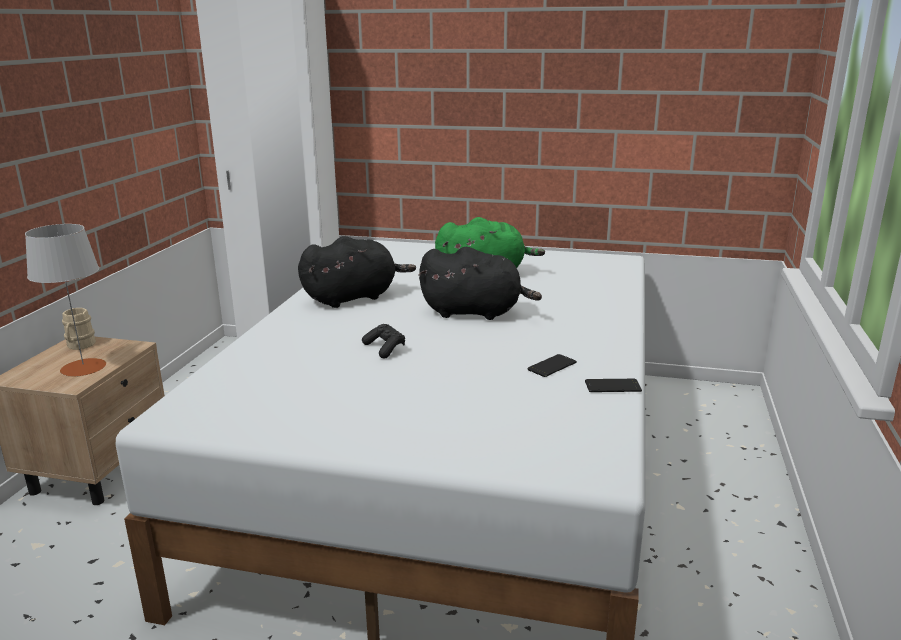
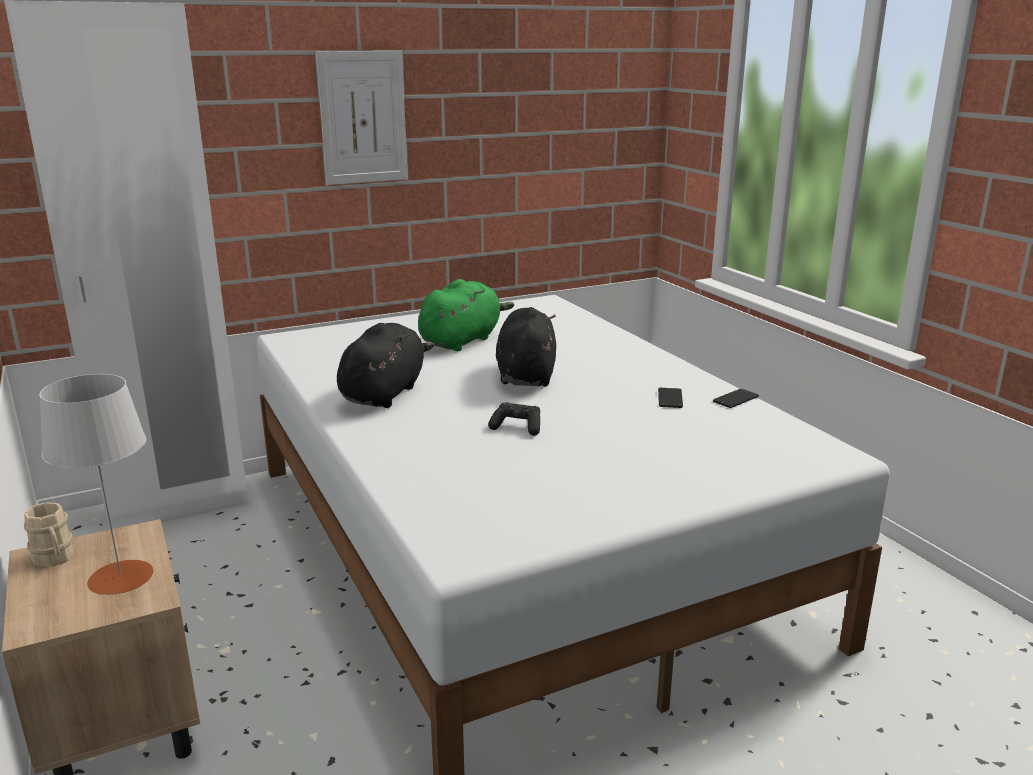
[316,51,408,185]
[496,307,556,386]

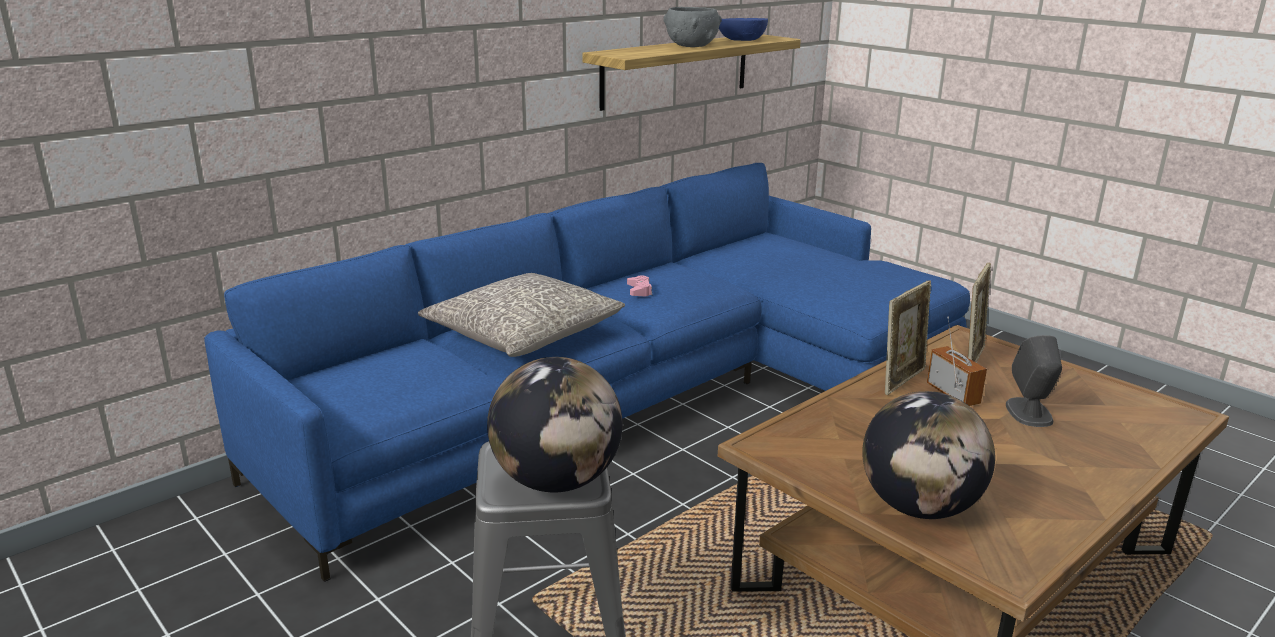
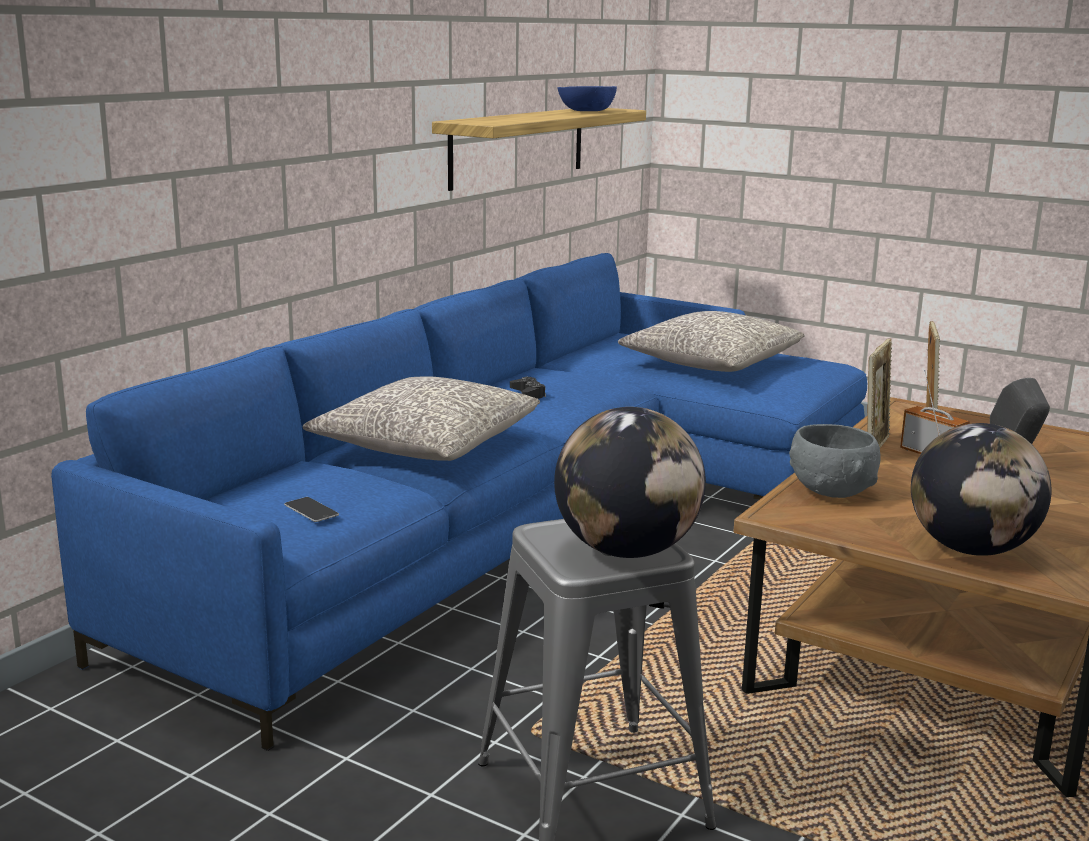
[284,497,339,522]
[618,311,805,372]
[789,424,881,498]
[510,376,546,399]

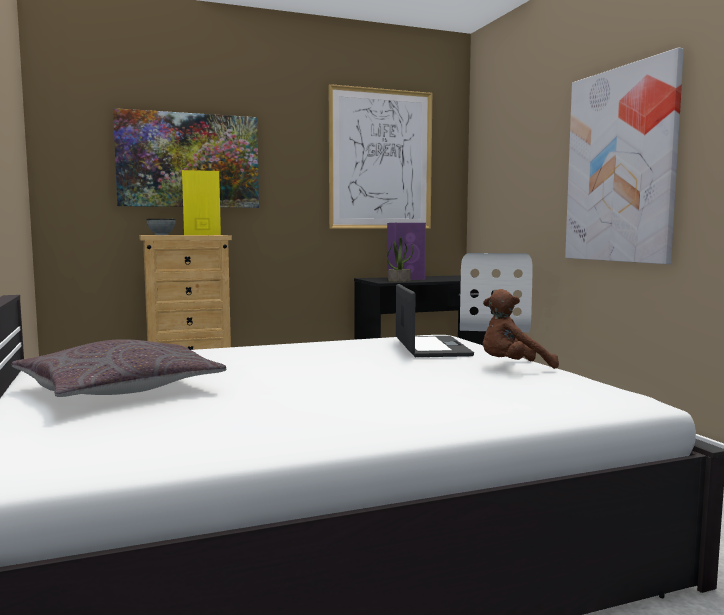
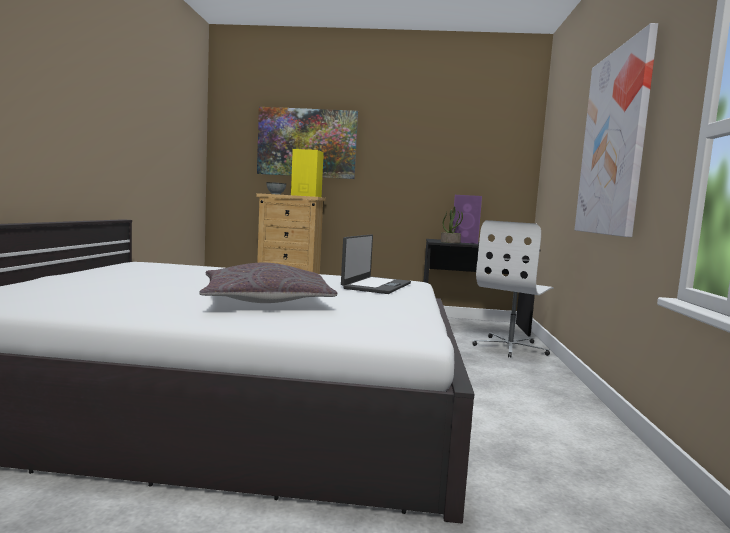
[329,84,432,229] (first image)
[483,289,559,369] (first image)
[199,262,337,303]

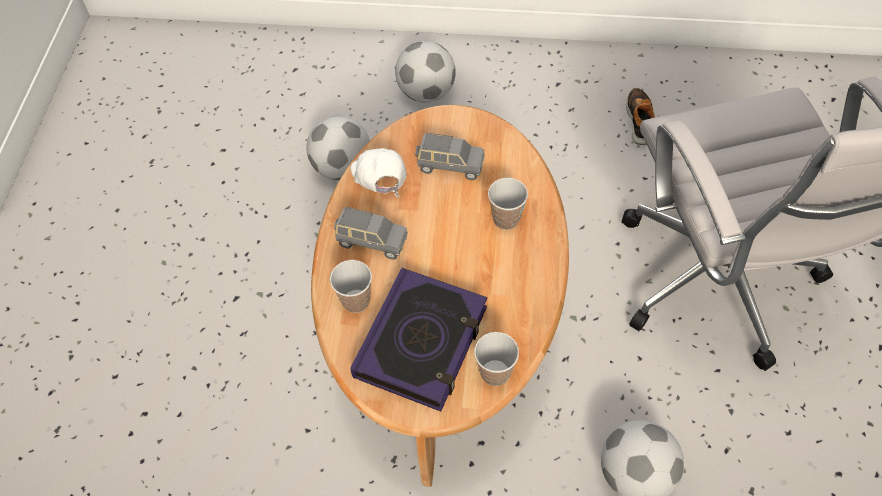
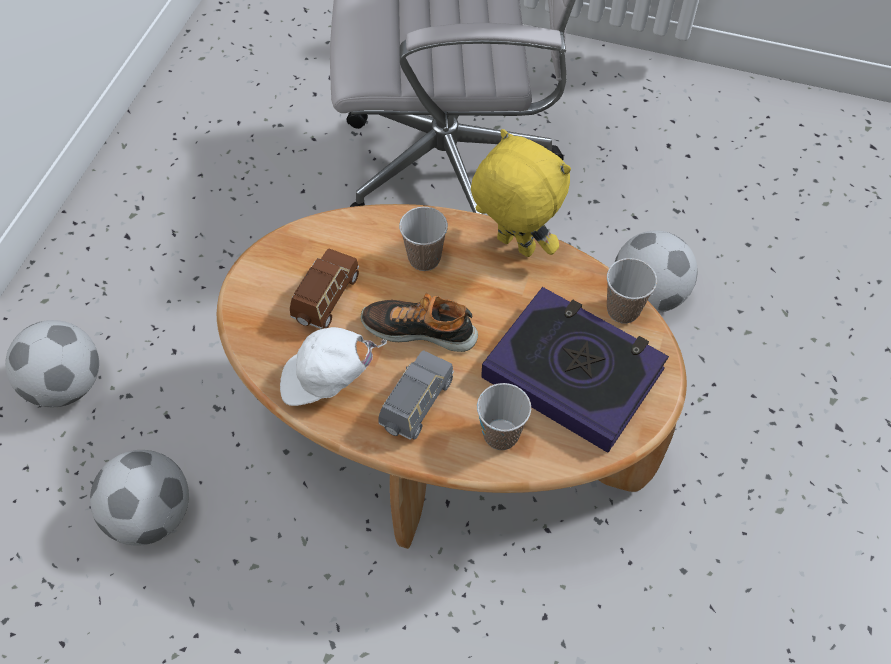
[471,129,571,257]
[361,293,478,352]
[290,249,359,329]

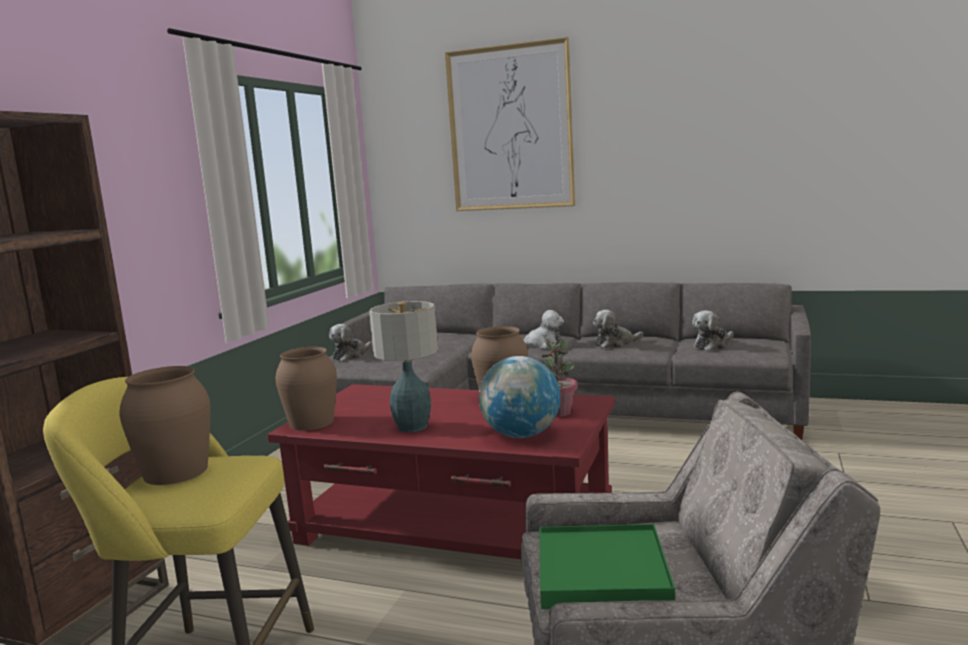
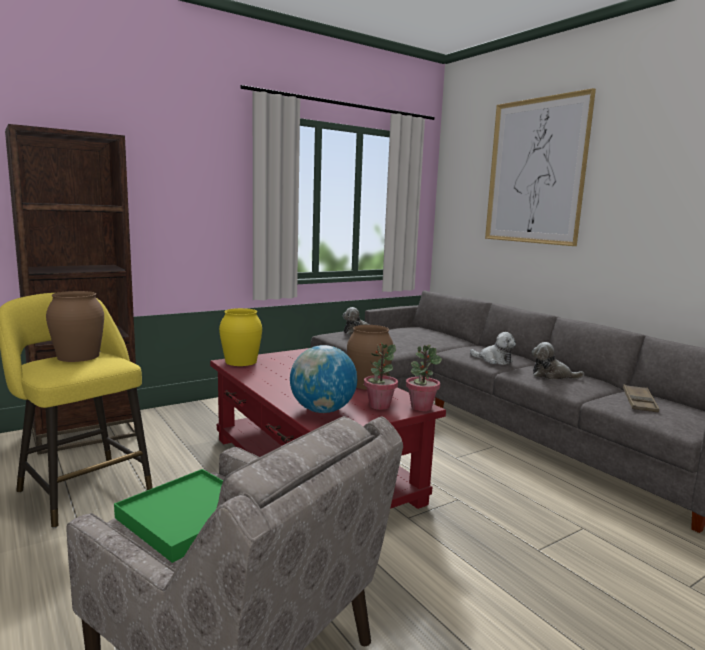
[369,301,438,432] (first image)
[406,345,442,411]
[623,384,659,412]
[219,308,262,366]

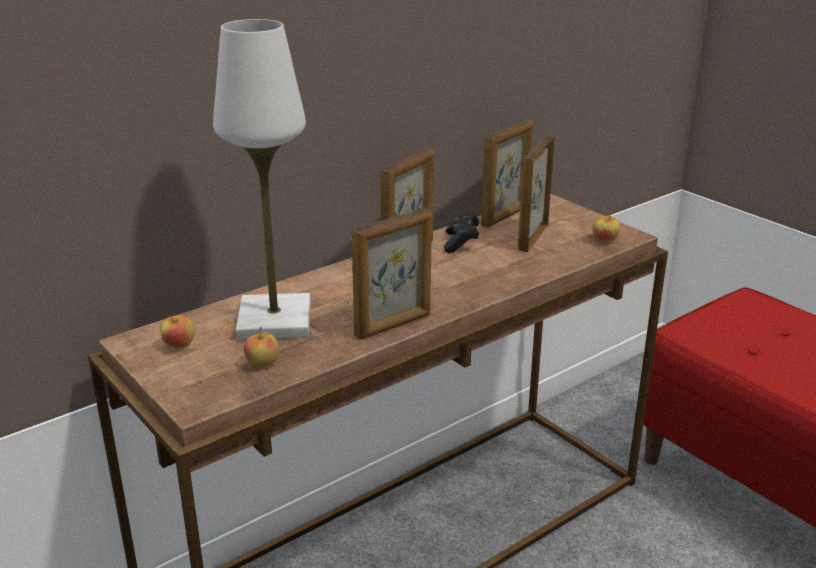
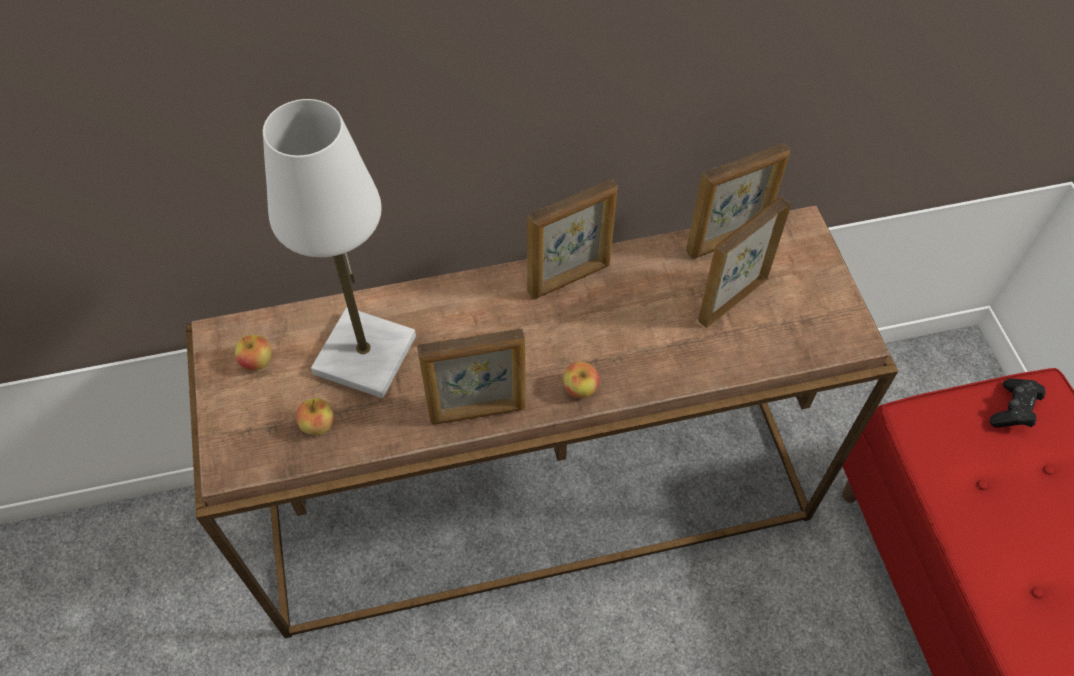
[990,378,1046,428]
[563,362,599,398]

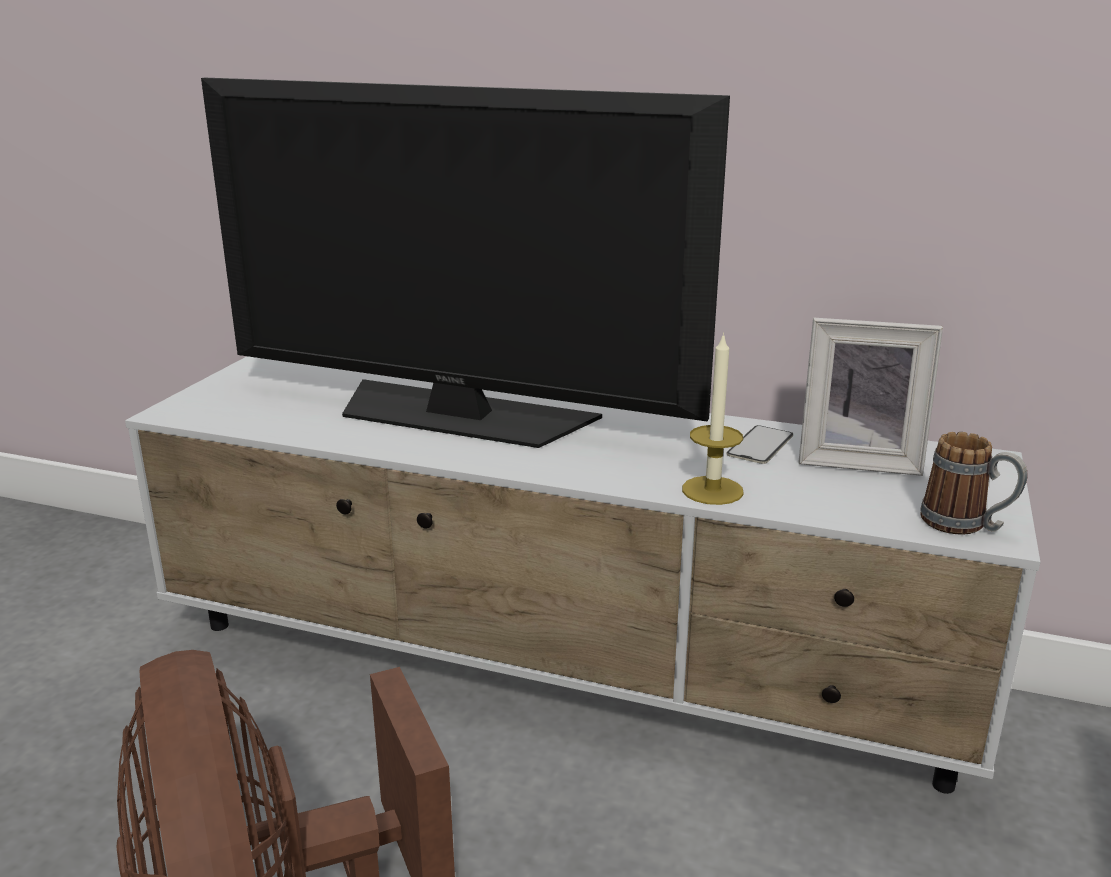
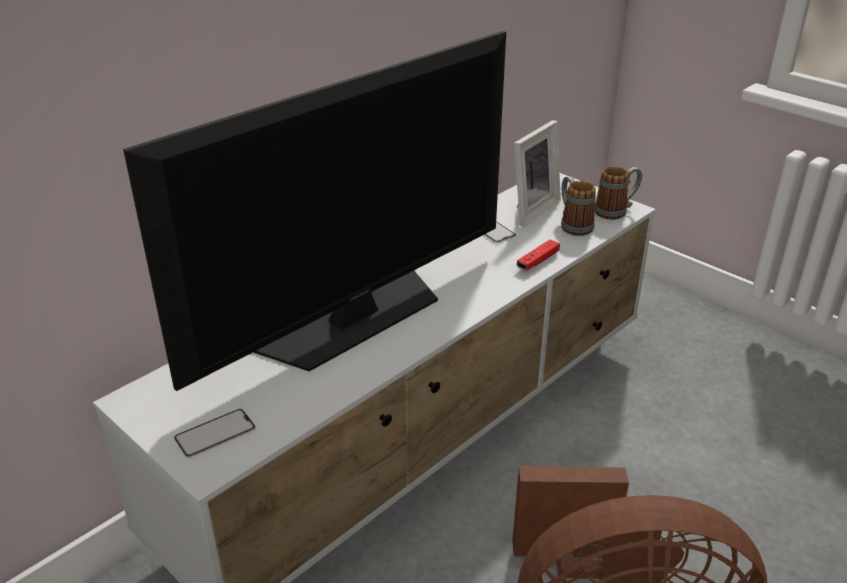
[174,409,255,458]
[561,176,596,236]
[517,239,560,271]

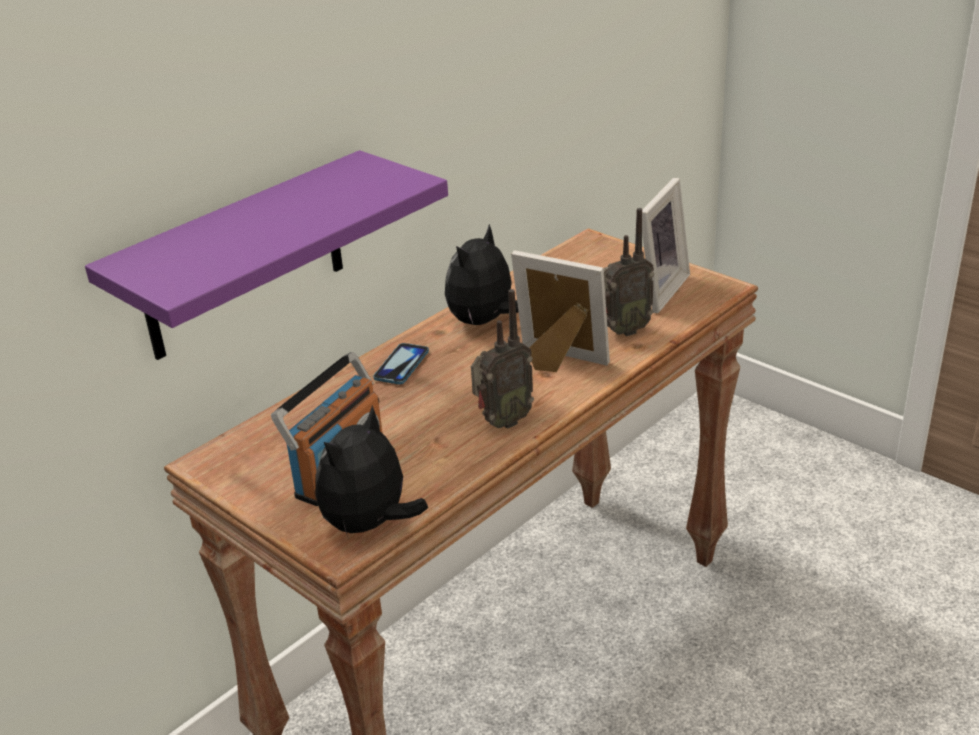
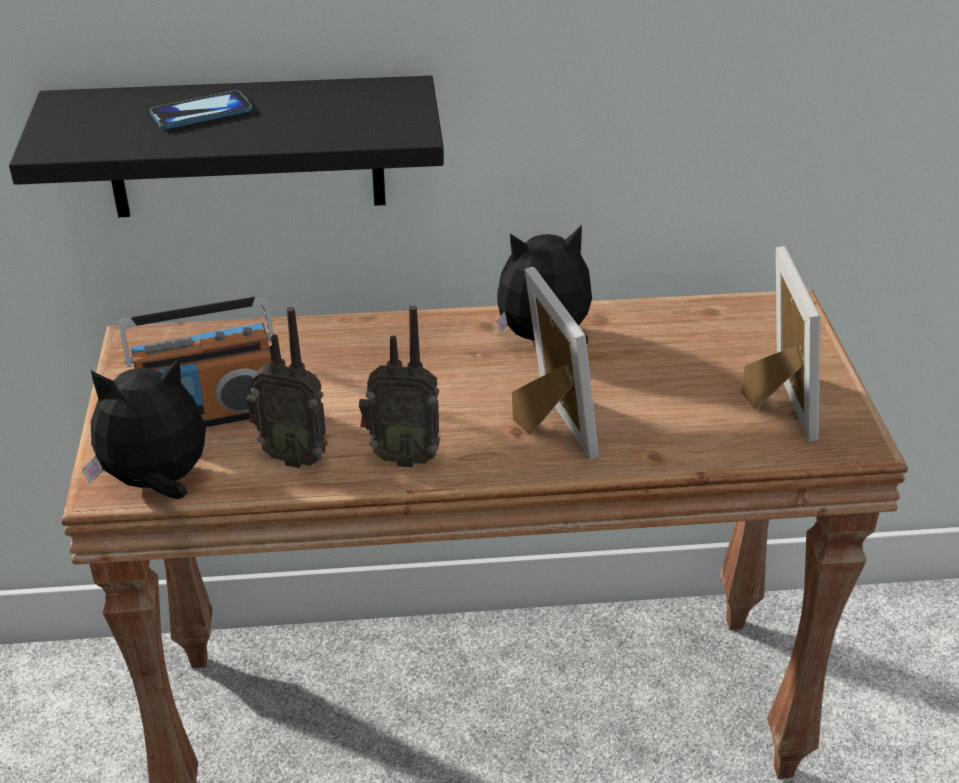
[150,91,252,129]
[246,307,328,468]
[9,76,444,217]
[741,246,821,442]

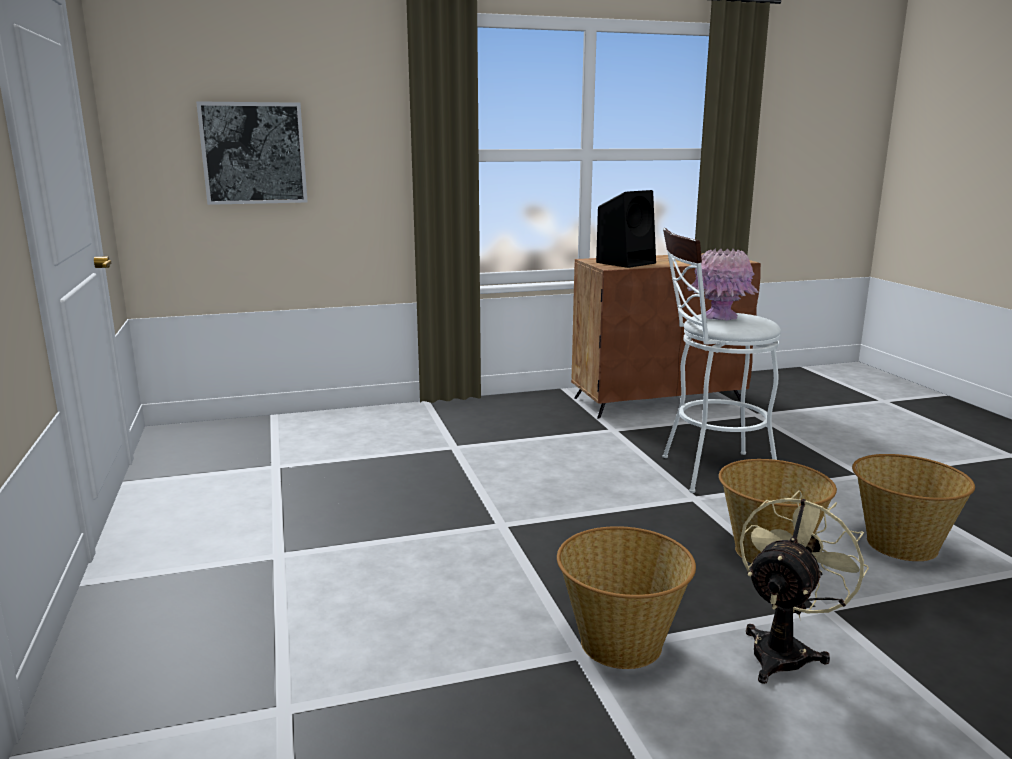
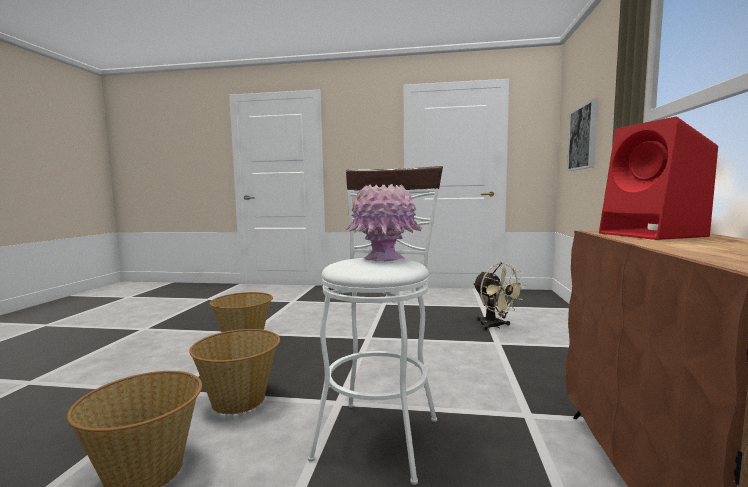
[473,263,526,331]
[599,117,718,240]

